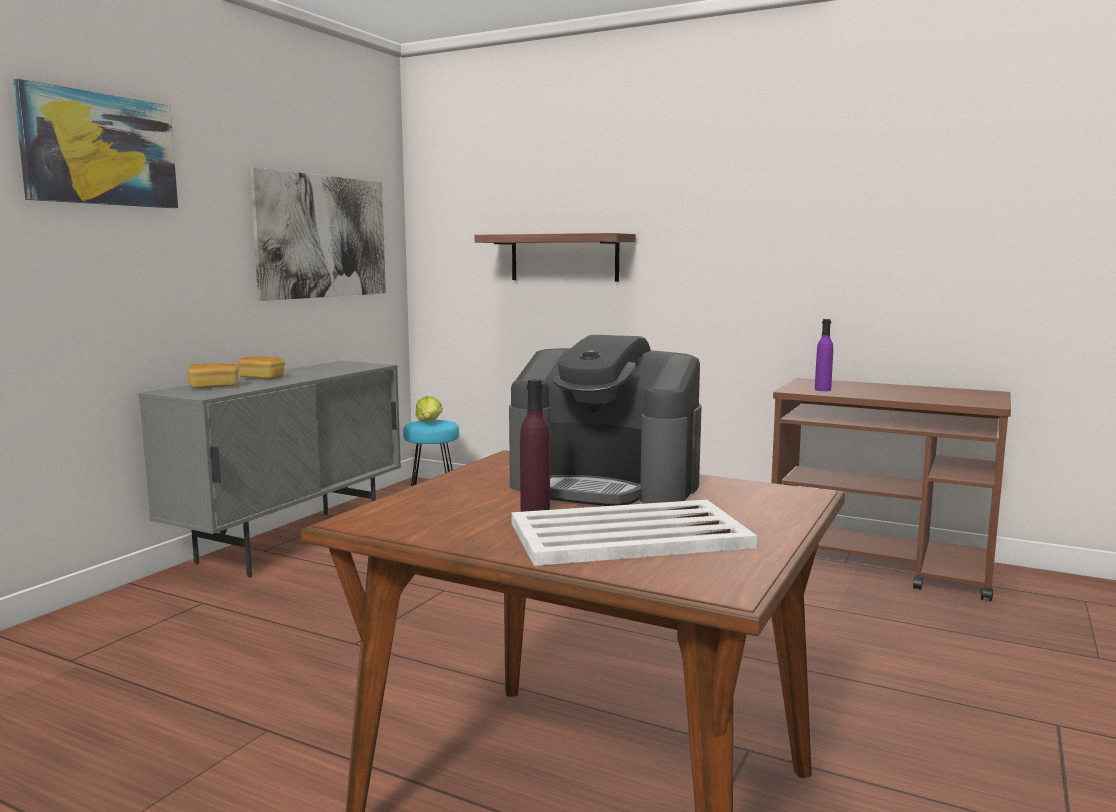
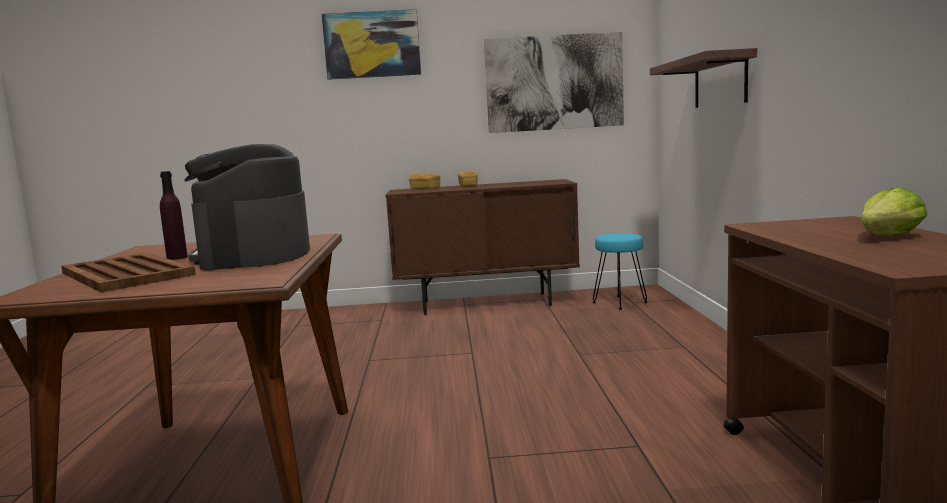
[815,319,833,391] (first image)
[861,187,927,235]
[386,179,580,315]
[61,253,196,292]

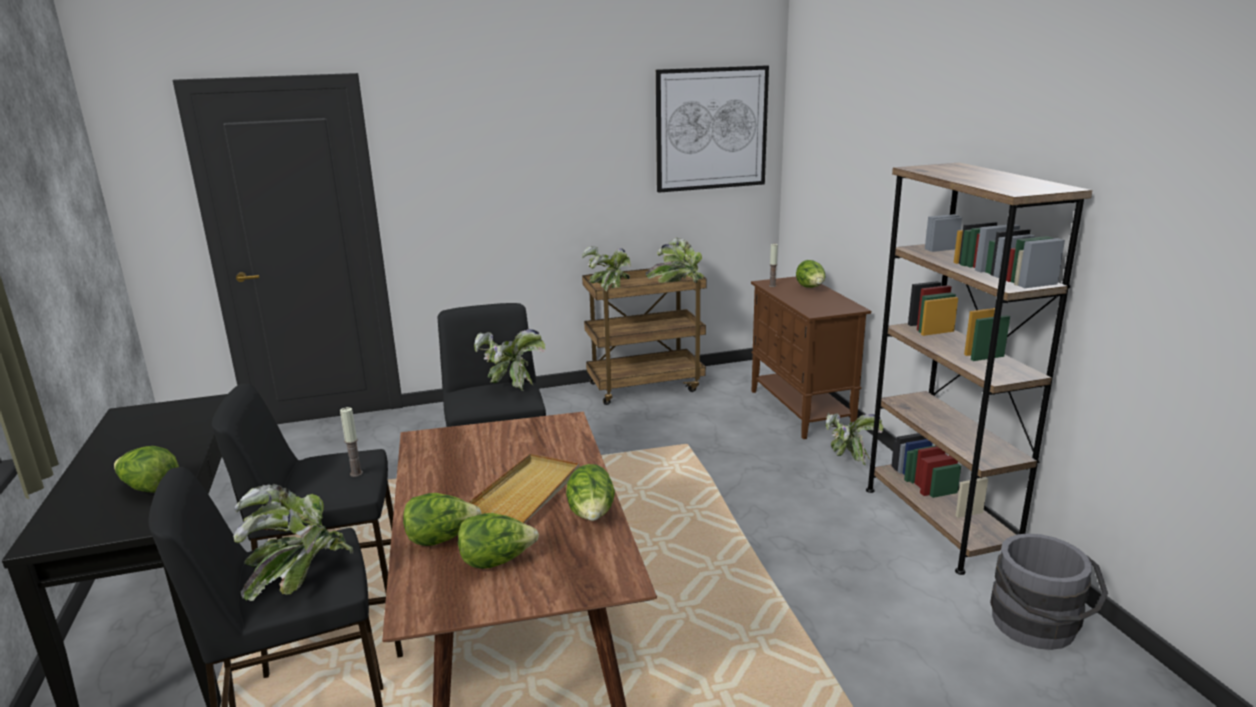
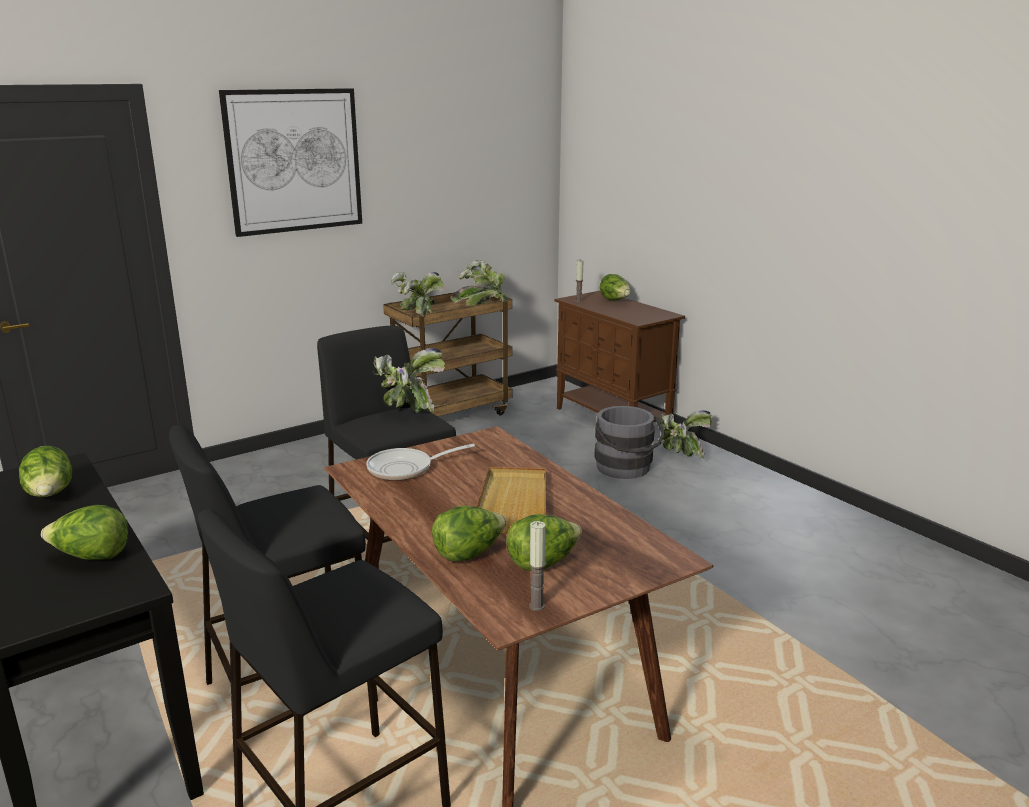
[233,484,353,601] (first image)
[866,162,1092,575] (first image)
[366,444,475,481]
[529,521,546,611]
[19,446,72,497]
[219,88,362,237]
[594,406,665,479]

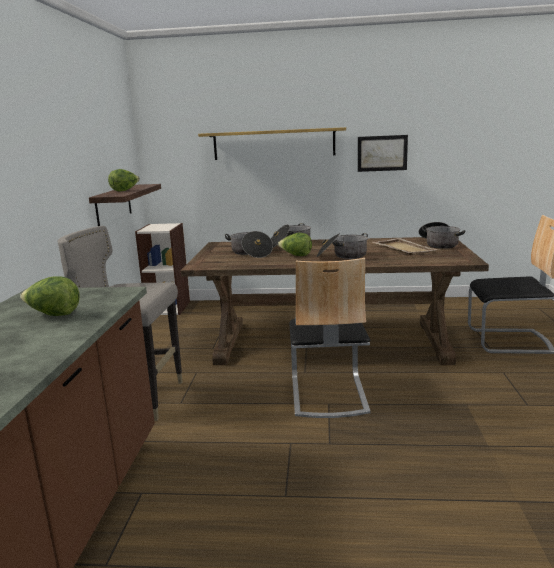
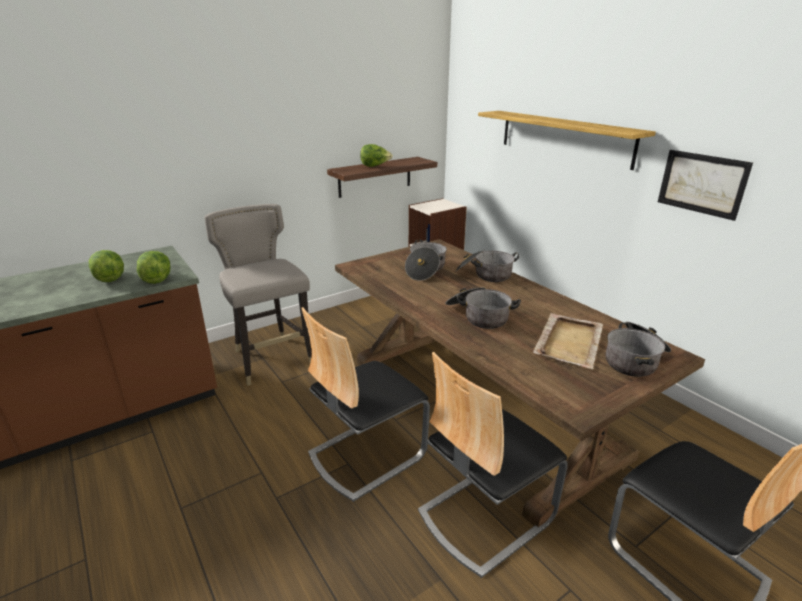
[418,352,568,578]
[137,251,170,284]

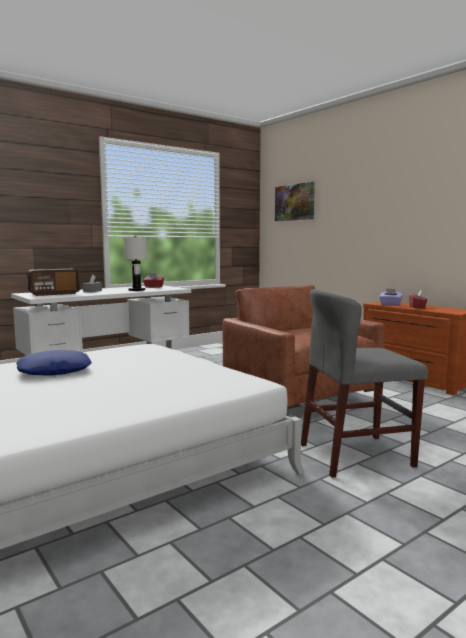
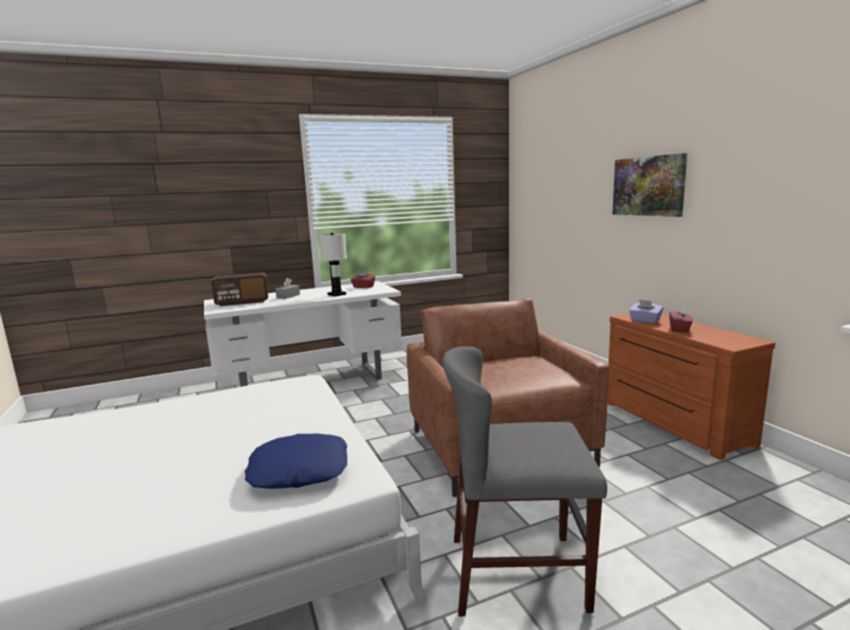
[245,434,347,489]
[612,153,687,217]

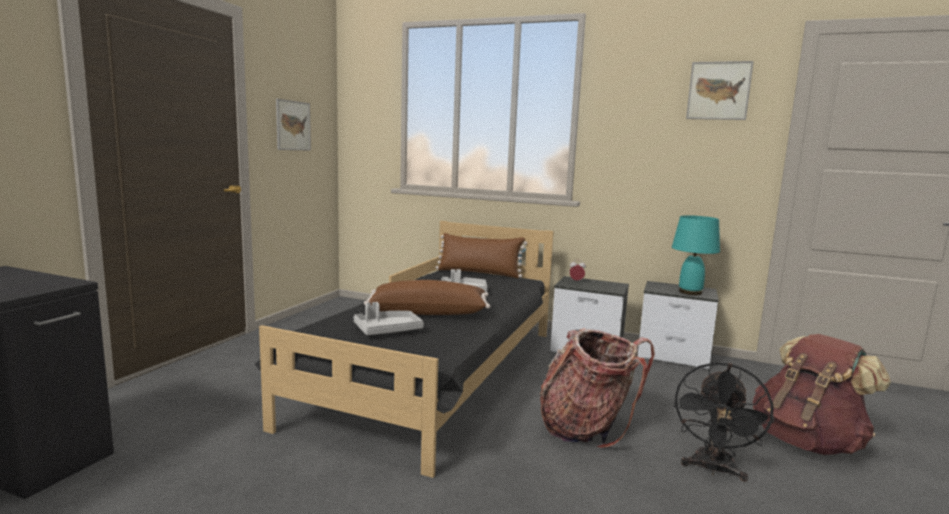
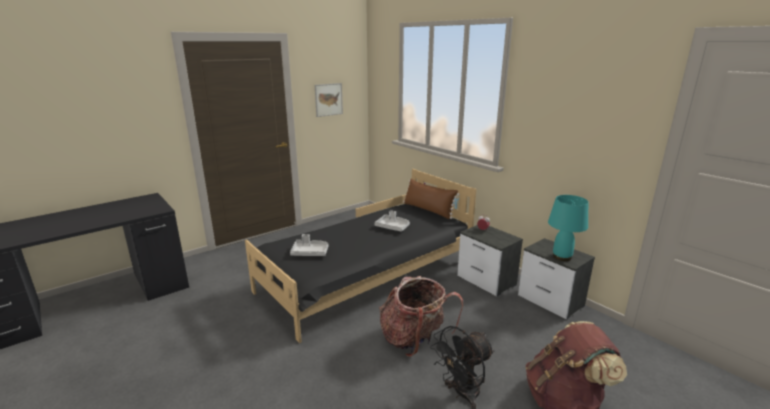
[364,280,490,315] (first image)
[686,61,754,120] (first image)

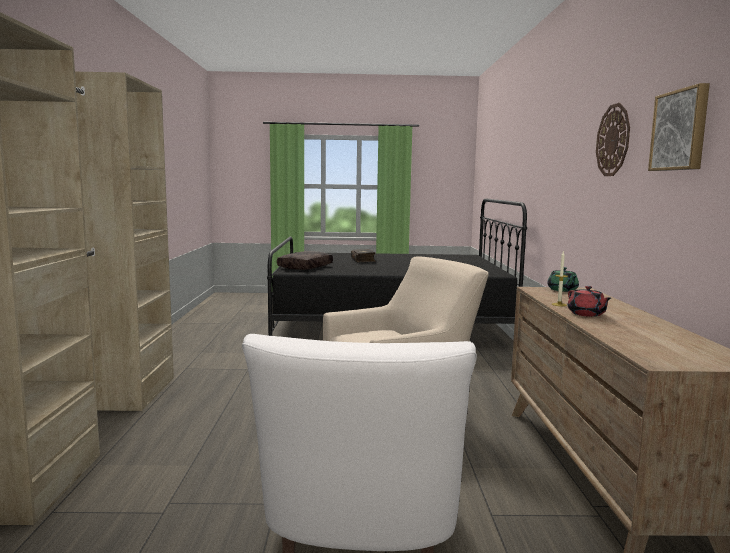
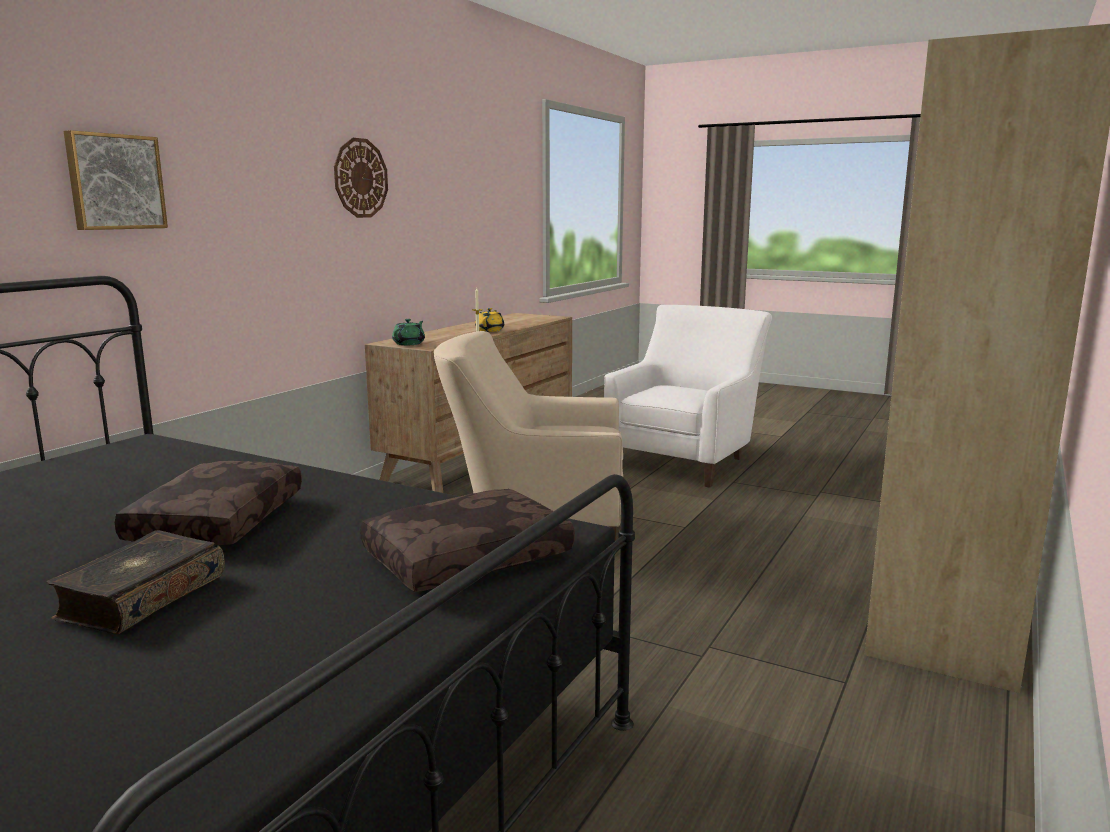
[114,461,302,546]
[64,130,168,230]
[475,308,504,332]

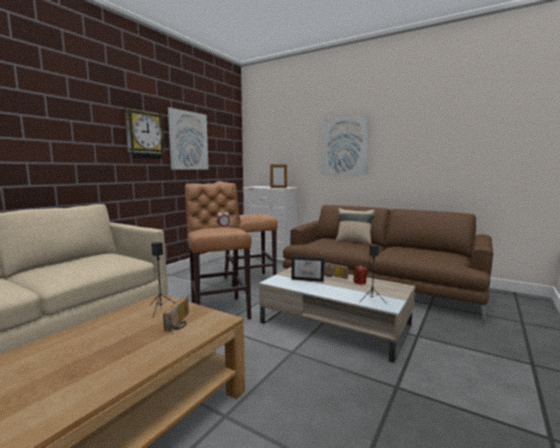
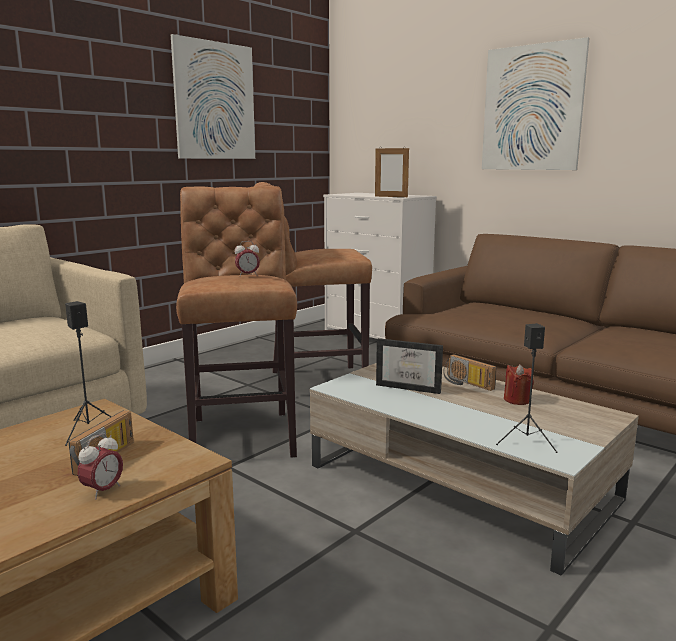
[125,108,166,159] (first image)
[335,208,375,245] (first image)
[77,433,123,500]

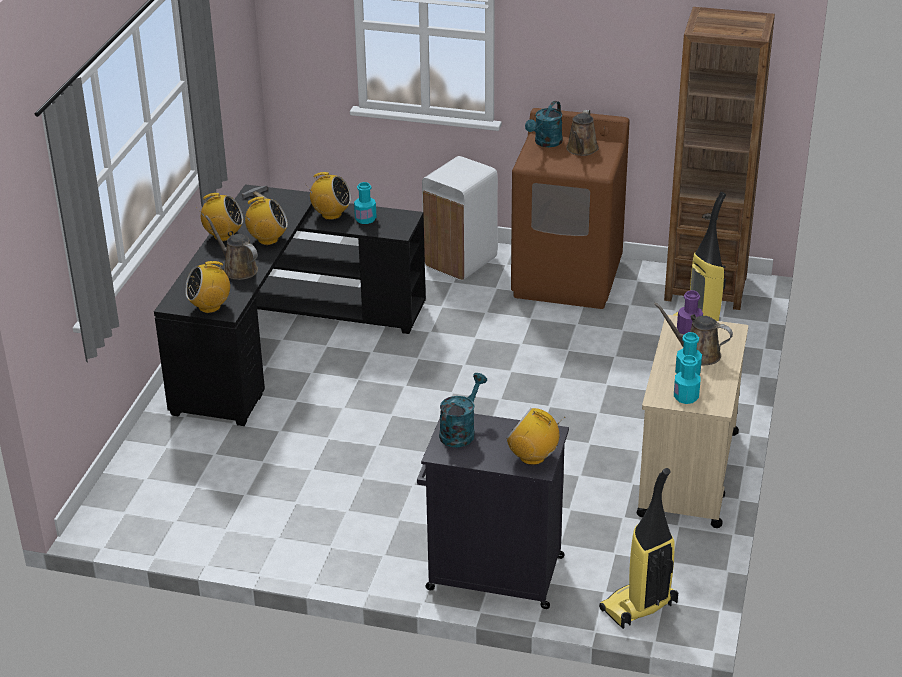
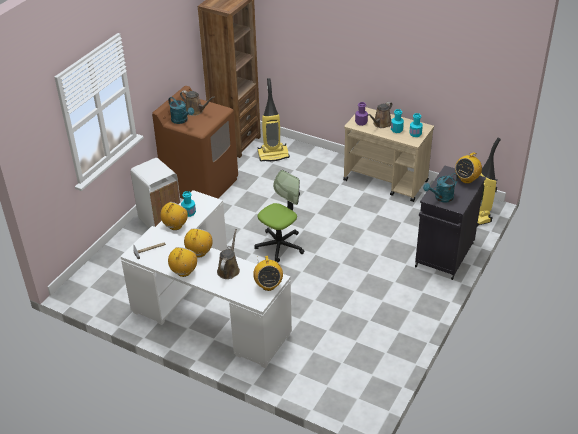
[254,170,305,262]
[121,190,292,368]
[217,229,240,279]
[423,173,458,203]

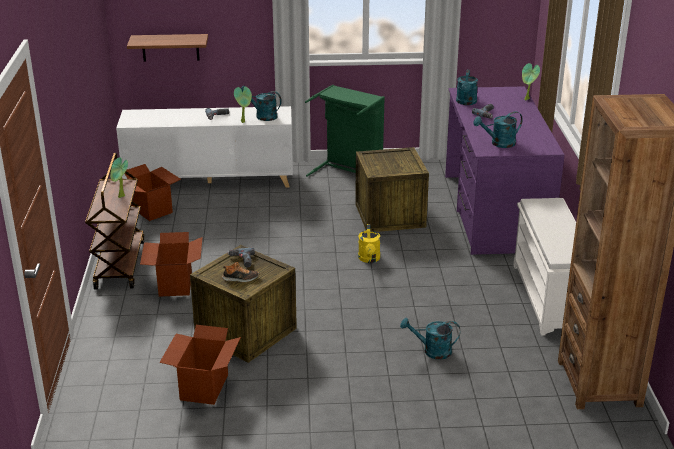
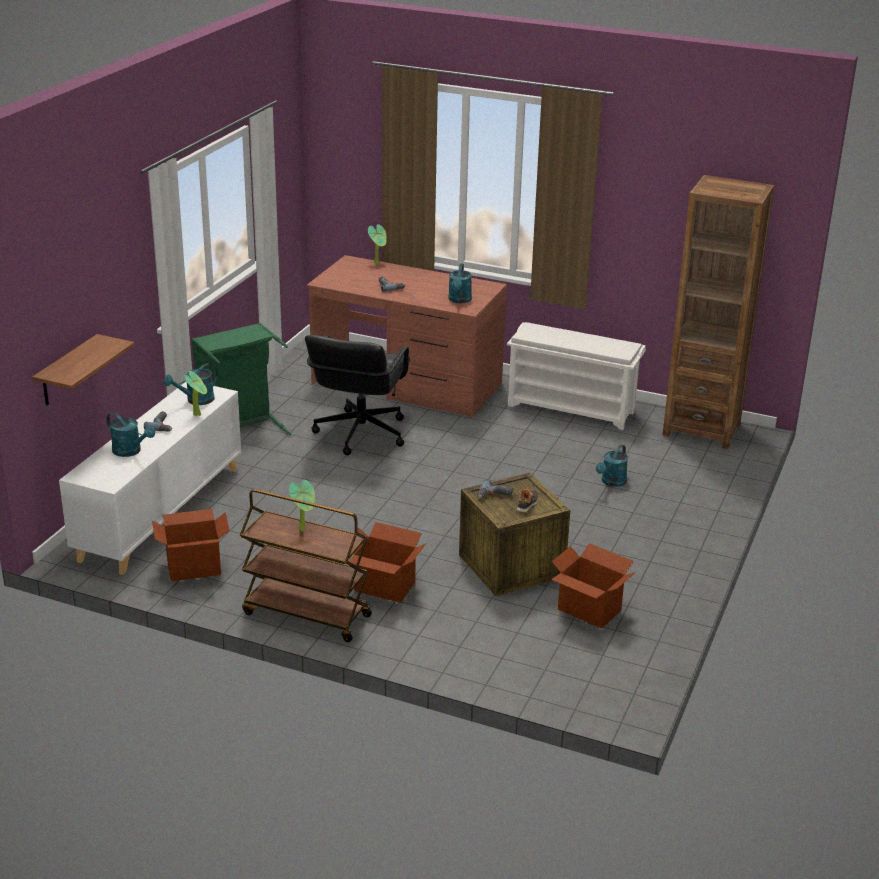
[358,224,380,263] (first image)
[107,412,155,457]
[305,335,410,455]
[307,255,507,418]

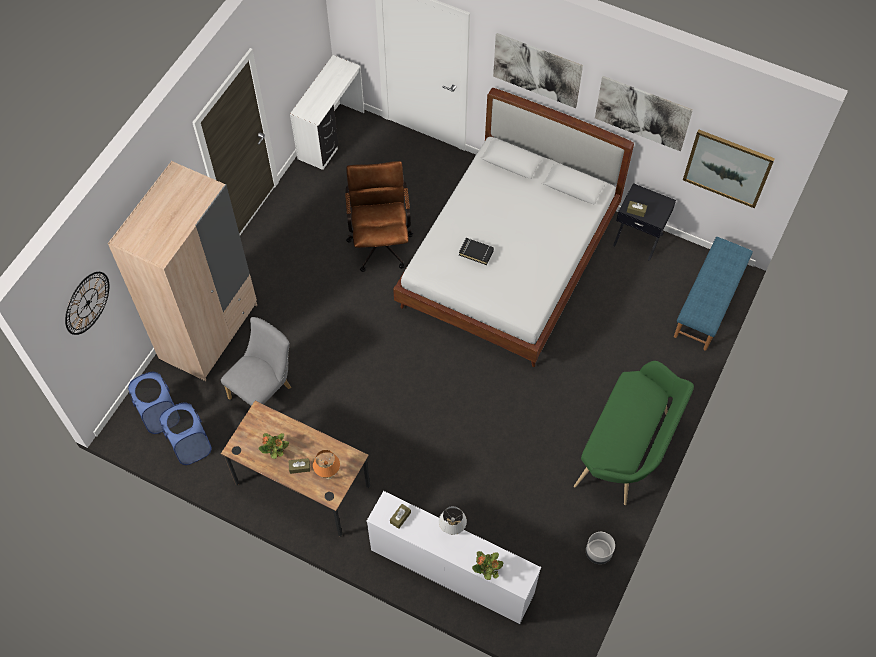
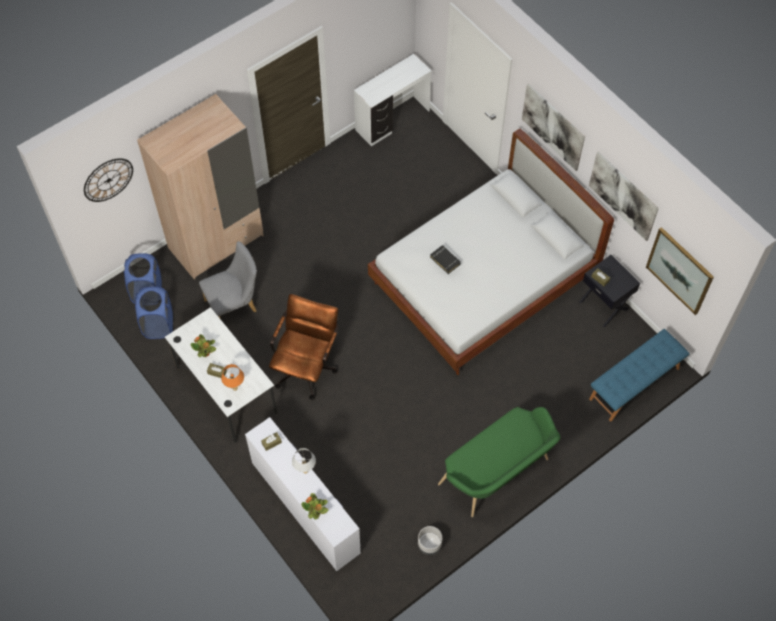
[269,294,338,400]
[165,307,278,443]

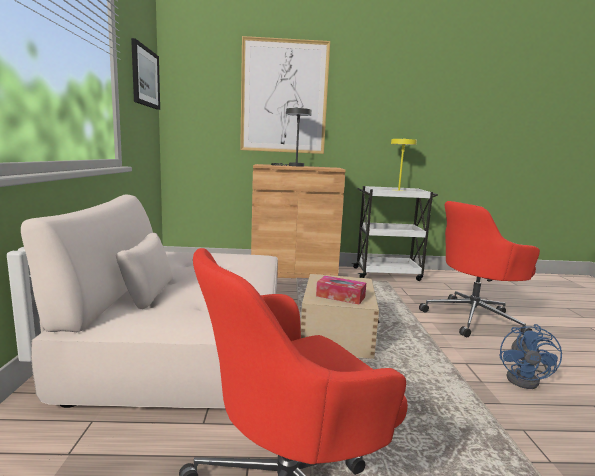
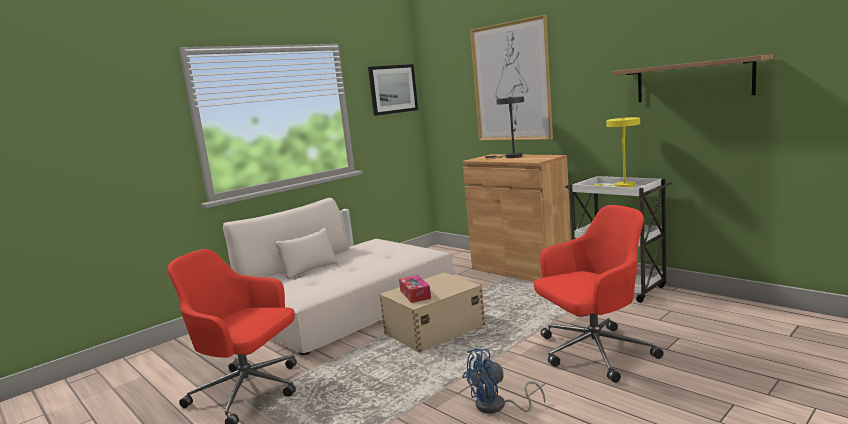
[611,54,773,102]
[534,205,663,383]

